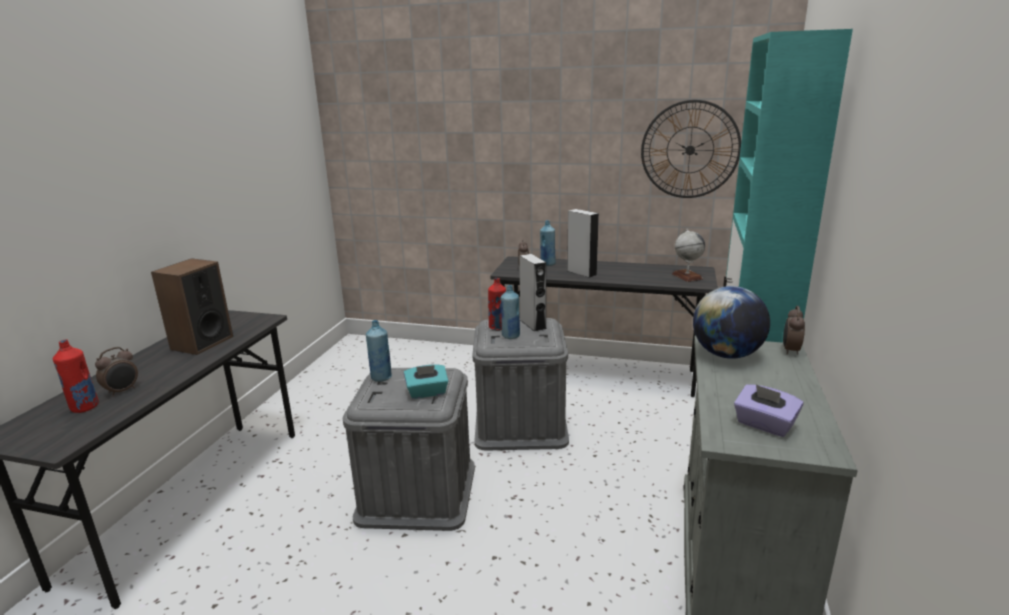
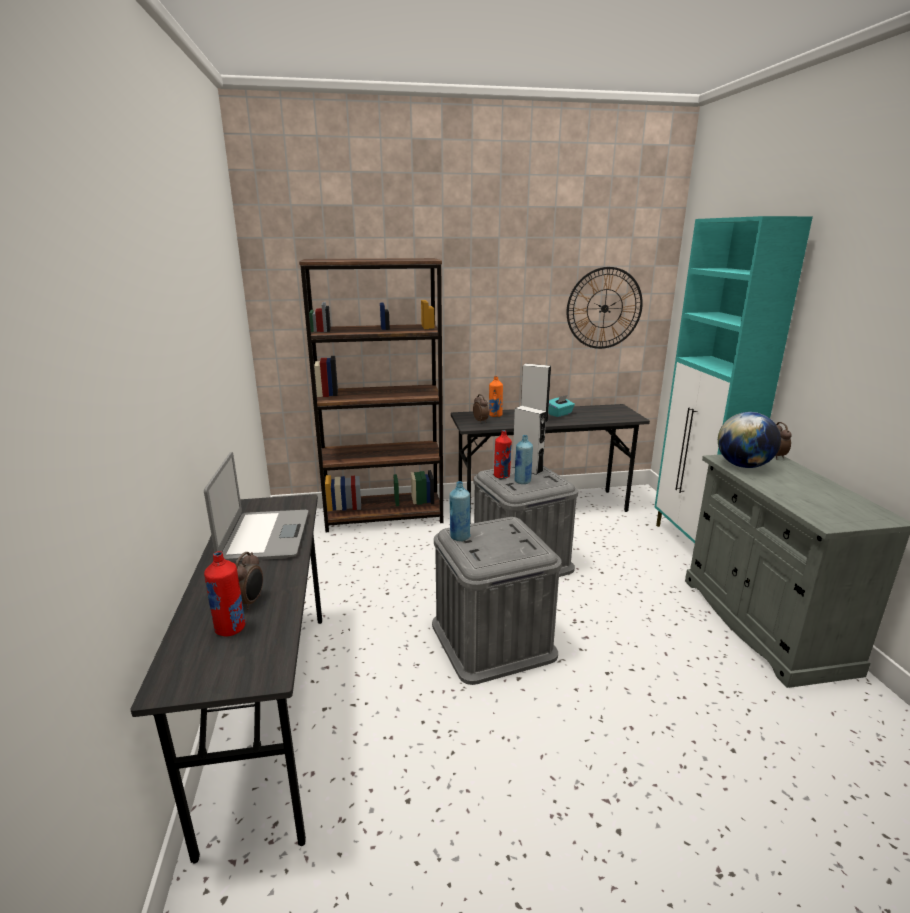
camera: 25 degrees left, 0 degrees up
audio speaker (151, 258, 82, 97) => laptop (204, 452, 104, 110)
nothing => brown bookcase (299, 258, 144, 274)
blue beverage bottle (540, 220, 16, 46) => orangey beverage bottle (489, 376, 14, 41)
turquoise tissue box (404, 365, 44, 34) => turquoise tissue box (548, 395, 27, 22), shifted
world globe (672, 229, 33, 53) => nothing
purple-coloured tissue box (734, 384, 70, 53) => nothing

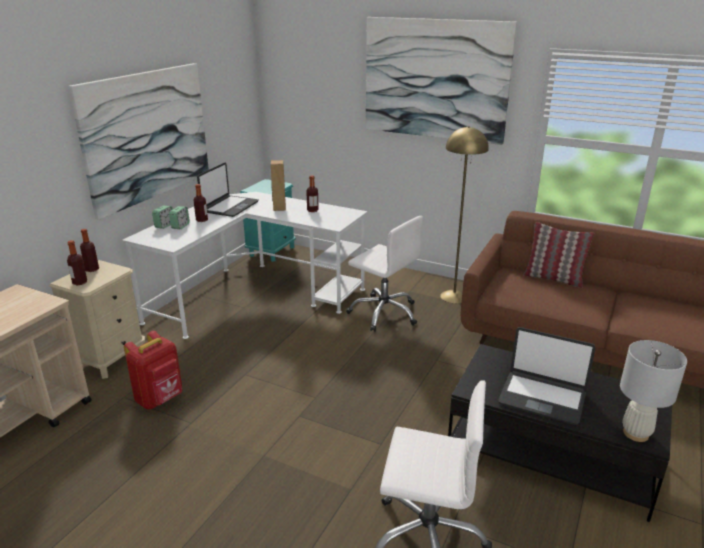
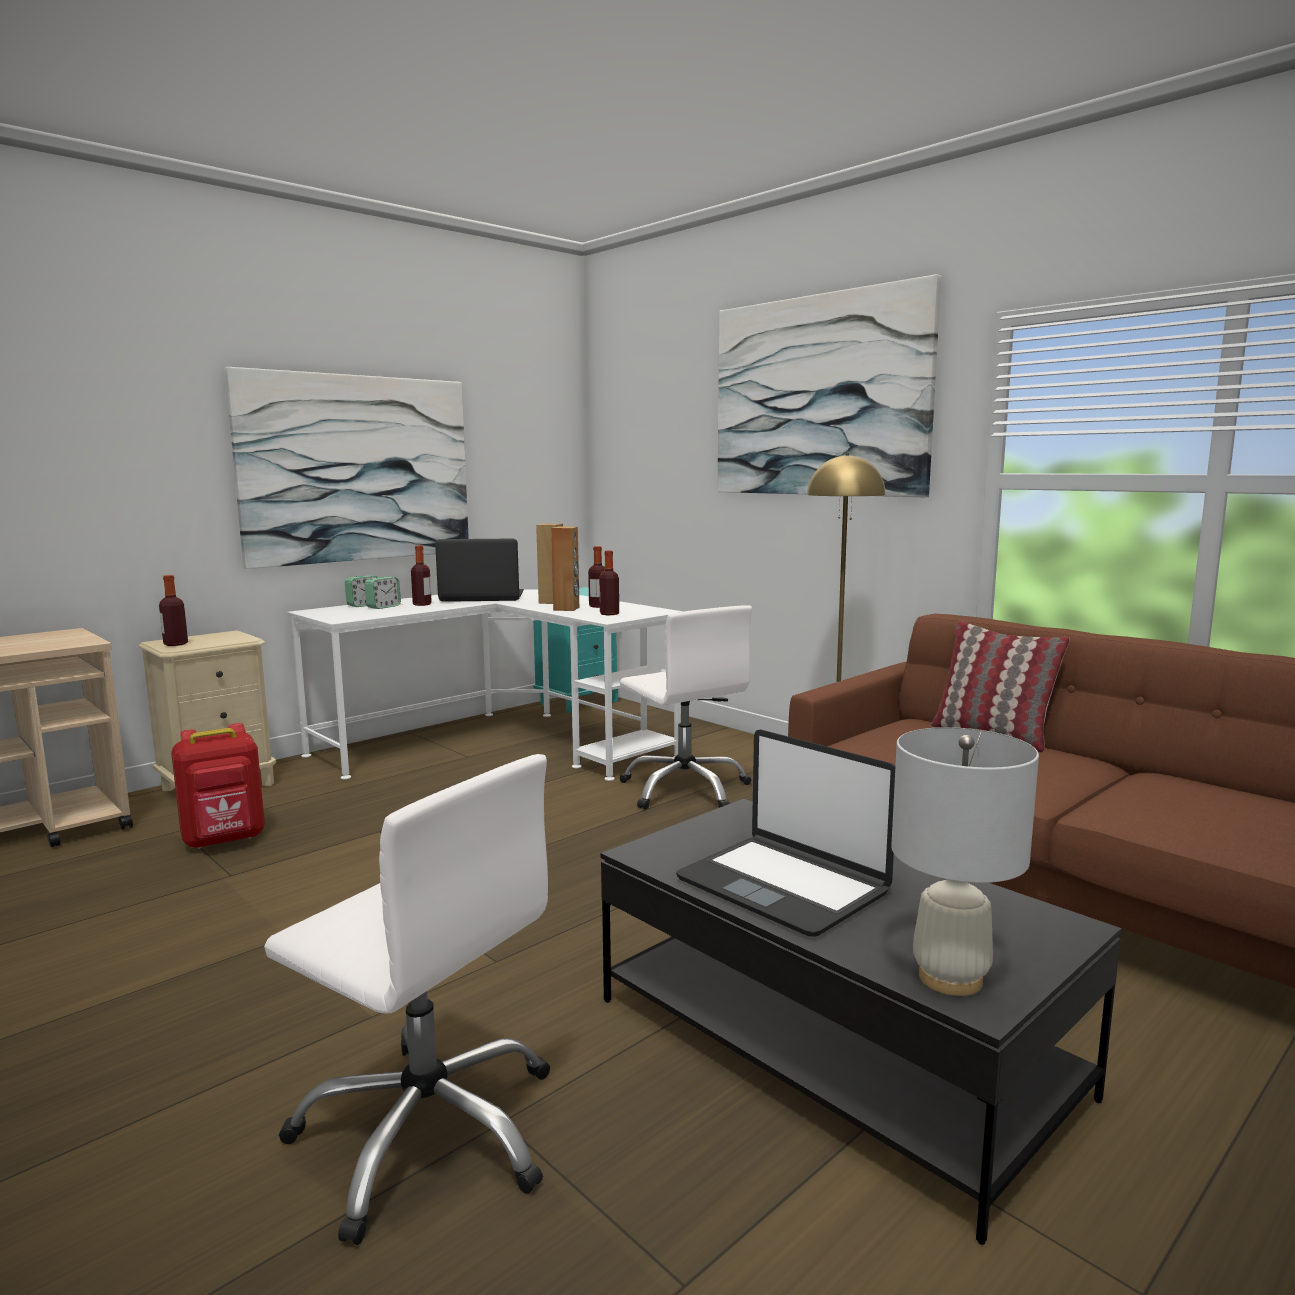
camera: 20 degrees right, 15 degrees down
laptop (197, 163, 62, 54) => laptop (435, 538, 89, 64), 135 degrees counterclockwise
nothing => brown audio speaker (551, 527, 28, 84)
beverage bottle (80, 229, 19, 43) => beverage bottle (599, 551, 20, 64), shifted

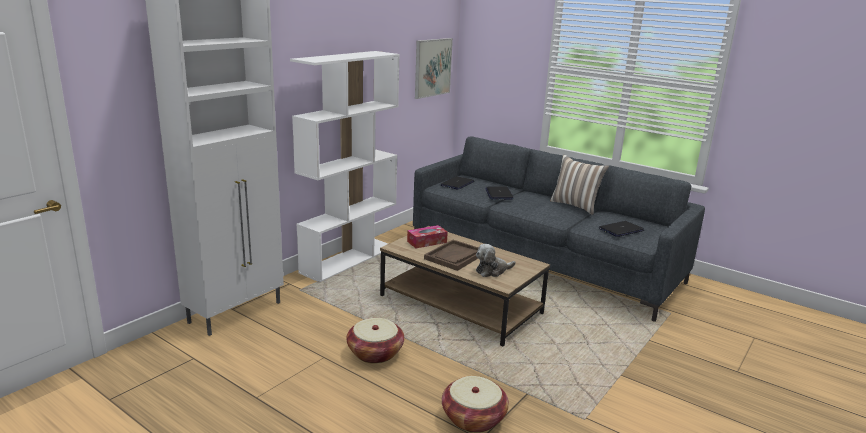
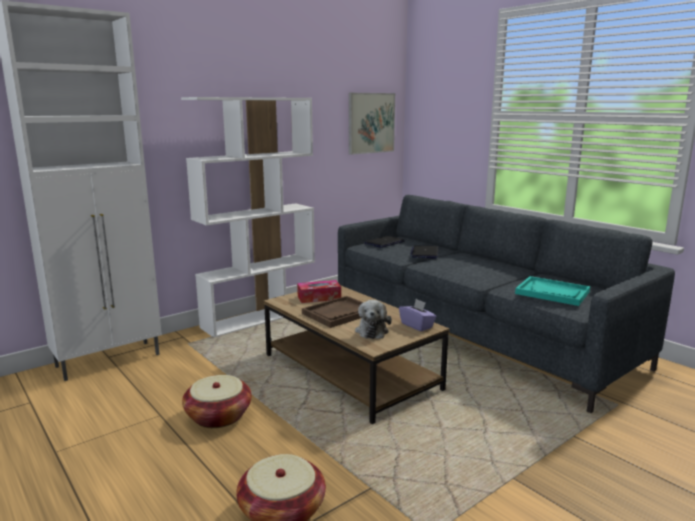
camera: 15 degrees right, 5 degrees down
soft toy (476, 244, 40, 33) => soft toy (355, 300, 37, 39), 75 degrees counterclockwise
nothing => purple-coloured tissue box (399, 299, 38, 32)
laptop (599, 221, 45, 16) => turquoise carrying tray (515, 276, 75, 30)
pillow (550, 155, 59, 60) => nothing

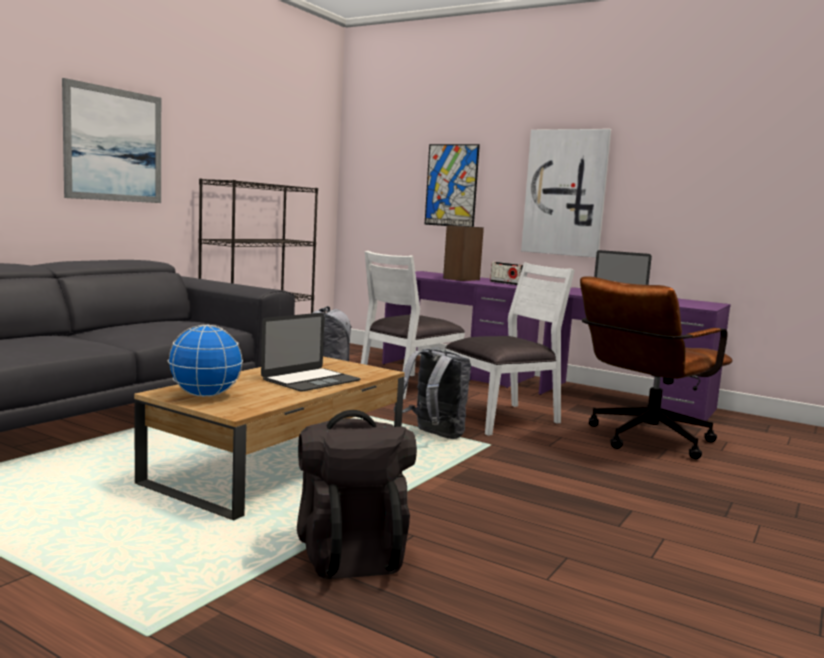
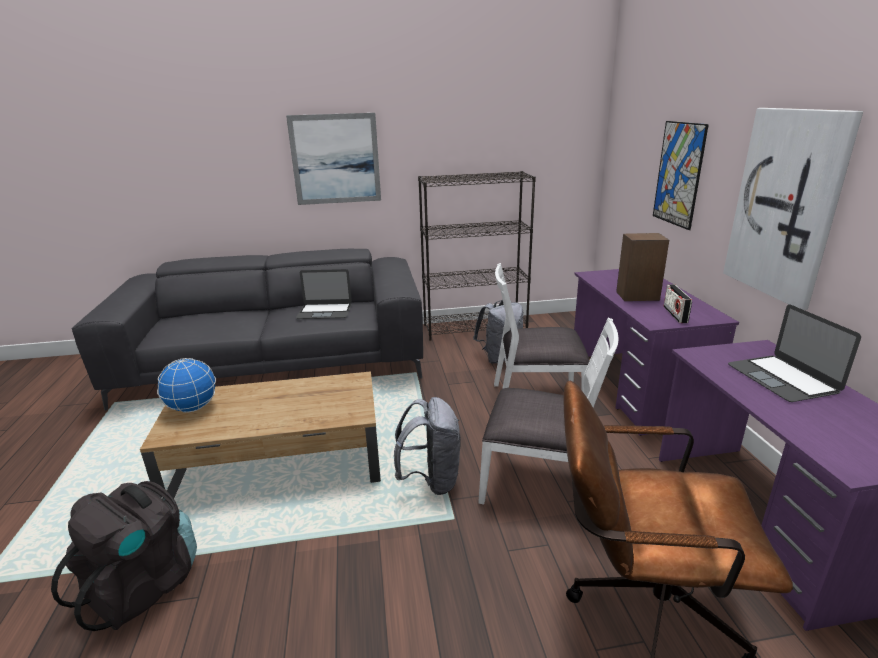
camera: 50 degrees right, 15 degrees up
laptop (261, 313, 100, 78) => laptop (296, 269, 56, 50), shifted

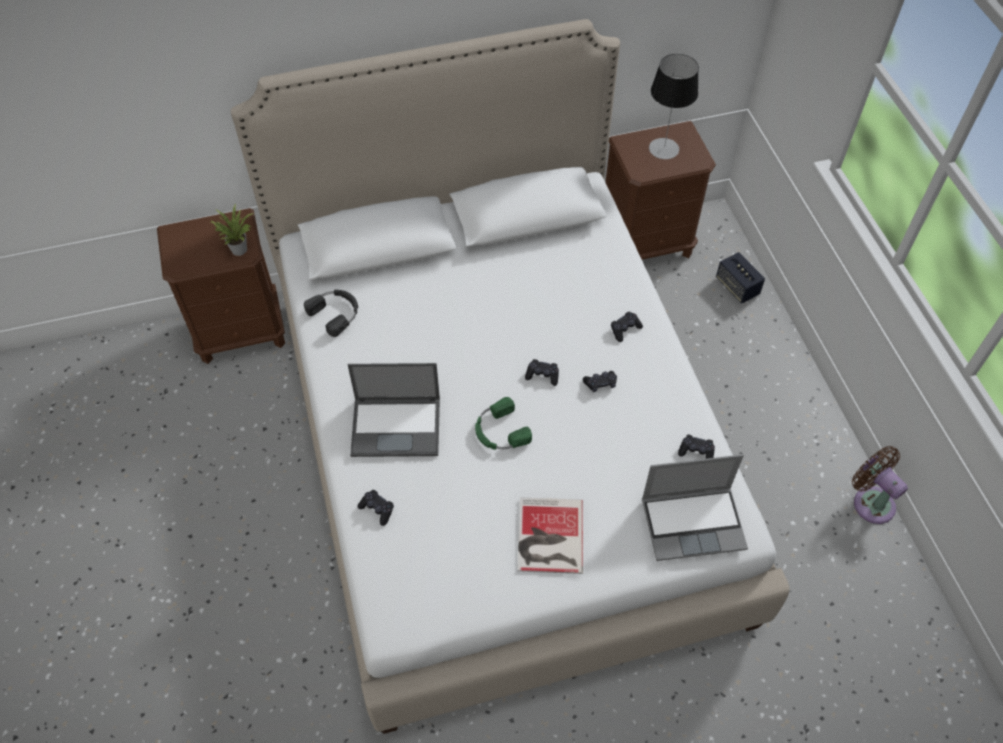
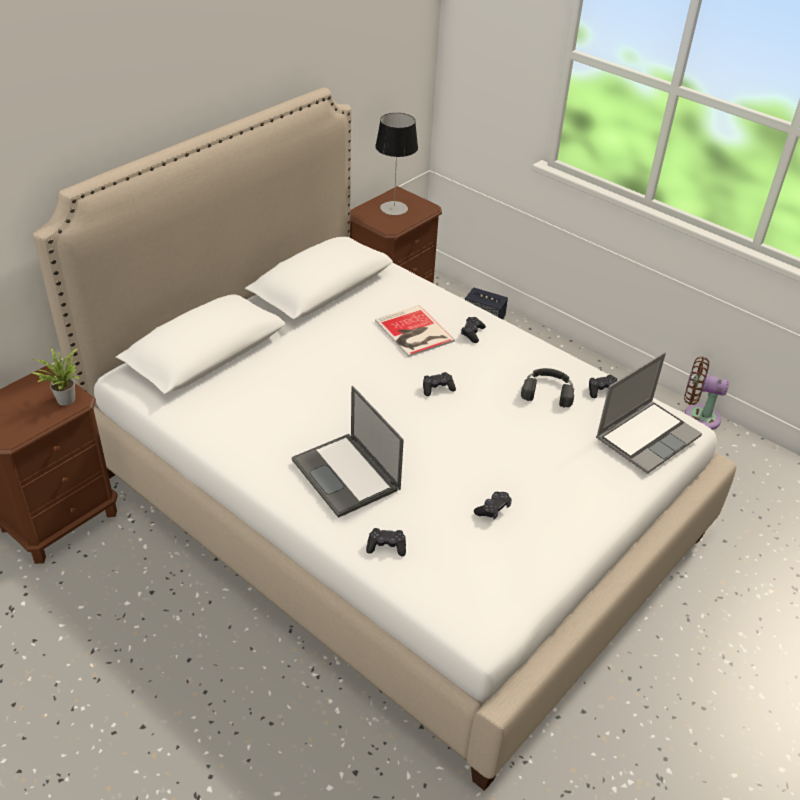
camera: 35 degrees left, 15 degrees down
laptop (348, 363, 92, 94) => laptop (292, 386, 112, 132), 90 degrees clockwise
volume (517, 497, 66, 77) => volume (375, 305, 80, 52), shifted
blackish gamepad (583, 371, 34, 21) => blackish gamepad (474, 492, 38, 27), shifted
blackish headphones (304, 290, 54, 47) => blackish headphones (521, 368, 53, 39), shifted
green-coloured headphones (475, 397, 57, 53) => nothing

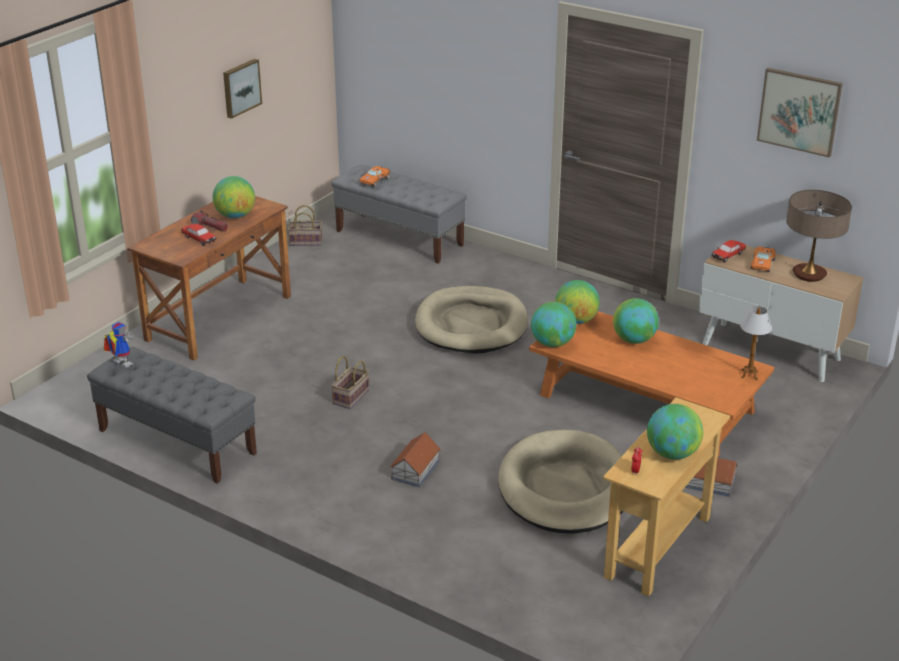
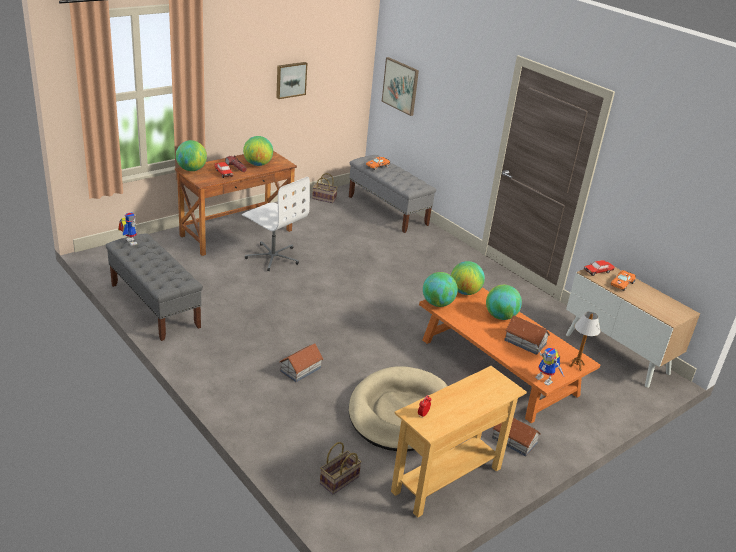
camera: 15 degrees right, 0 degrees up
world globe (647, 404, 56, 56) => world globe (176, 140, 31, 31), shifted
nothing => white office chair (242, 177, 68, 94)
household basket (331, 356, 38, 53) => household basket (320, 442, 42, 52), shifted
wall art (757, 68, 86, 89) => wall art (382, 57, 37, 59), shifted
nothing => model house (504, 316, 46, 39)
nothing => toy robot (535, 345, 29, 41)
beige-coloured dog cushion (415, 286, 113, 68) => nothing
table lamp (786, 190, 66, 92) => nothing

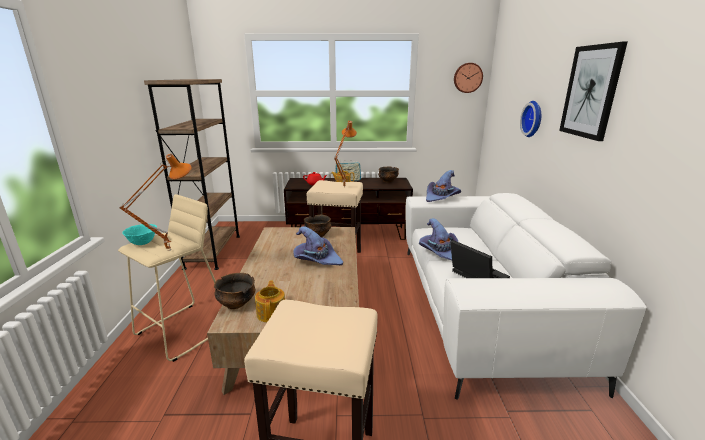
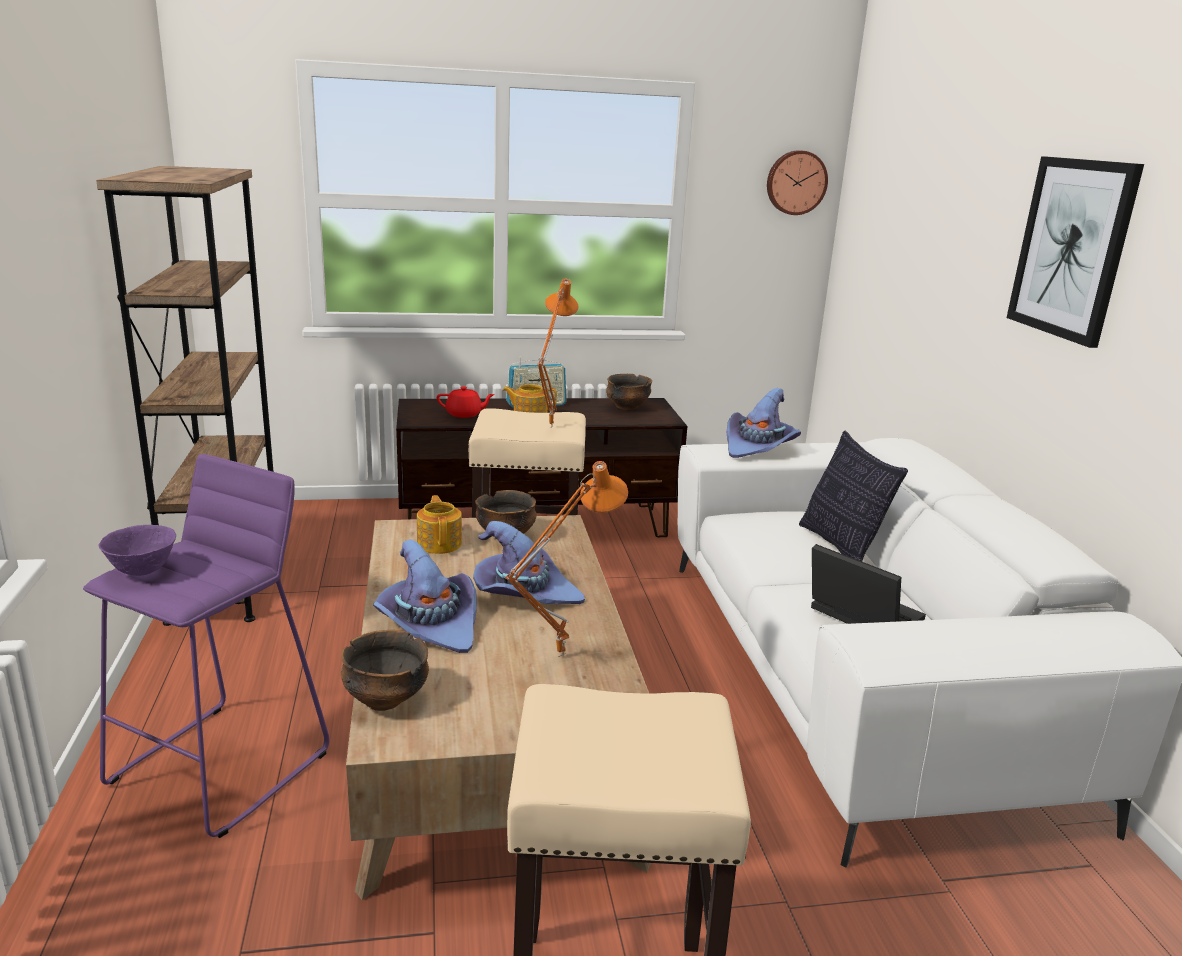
camera: 10 degrees left, 0 degrees up
beige-coloured sitting stool (118, 194, 98, 168) => purple-coloured sitting stool (83, 454, 246, 384)
turquoise deep dish (122, 224, 35, 21) => purple-coloured deep dish (99, 525, 77, 51)
purple-coloured clothing hat (419, 218, 39, 43) => purple-coloured clothing hat (373, 539, 104, 114), shifted
teapot (255, 280, 30, 43) => teapot (417, 495, 45, 59), shifted
orangey table lamp (119, 154, 73, 97) => orangey table lamp (505, 461, 123, 196), shifted
nothing => pillow (799, 431, 109, 130)
wall clock (520, 101, 21, 36) => nothing

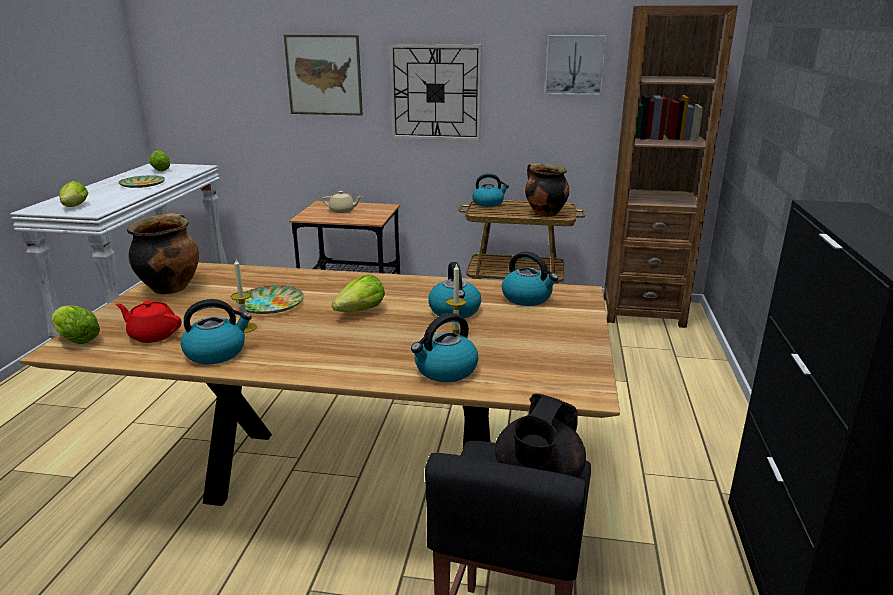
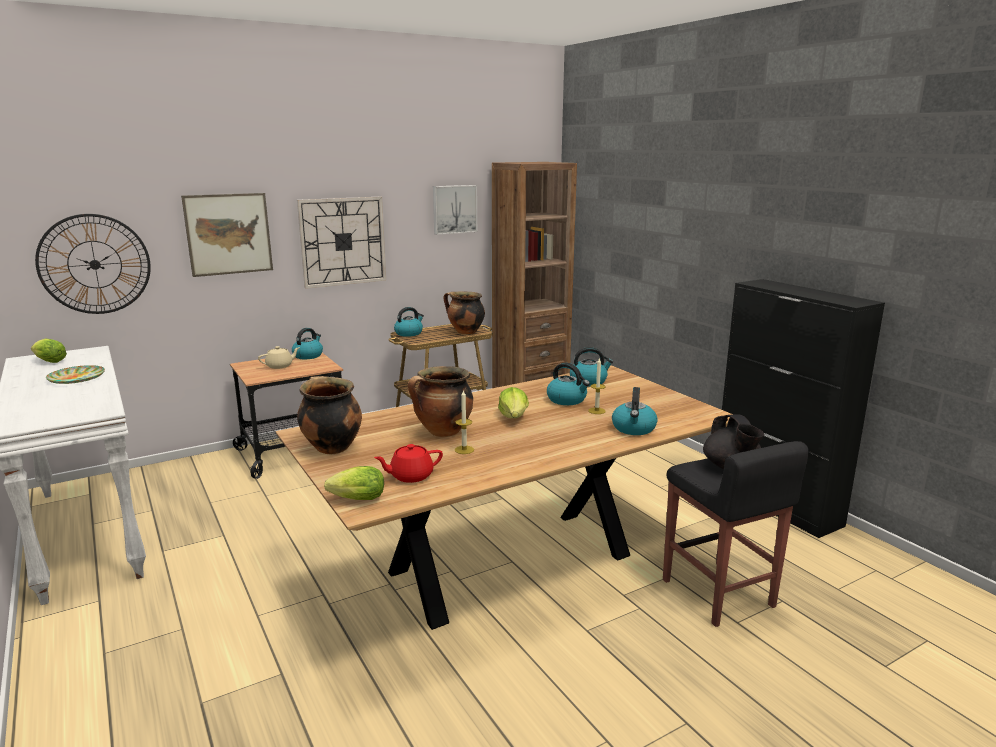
camera: 40 degrees left, 5 degrees down
nothing => wall clock (35, 214, 116, 100)
tea kettle (181, 299, 71, 65) => tea kettle (292, 328, 31, 31), shifted
plate (236, 285, 68, 29) => stockpot (408, 366, 65, 71)
lettuce head (60, 181, 28, 26) => nothing

